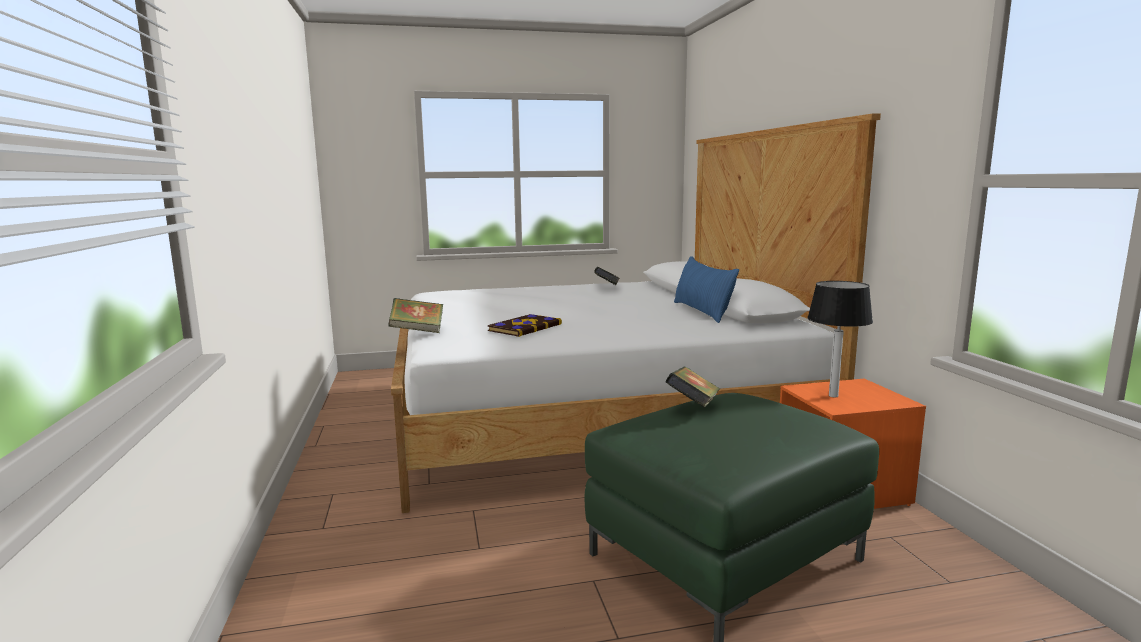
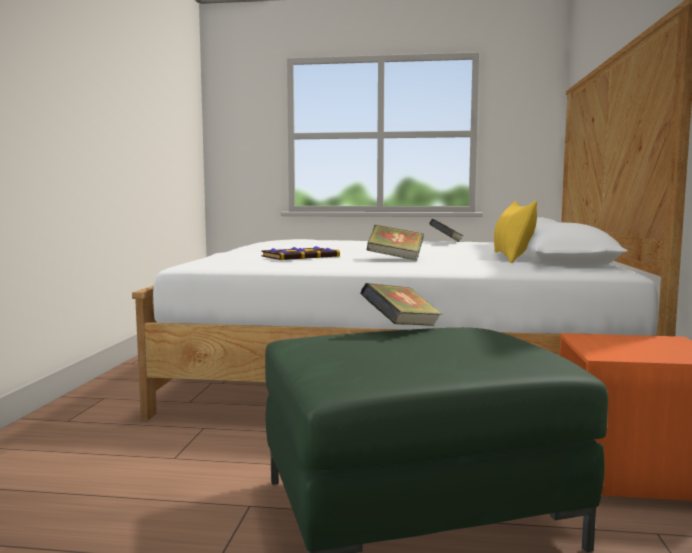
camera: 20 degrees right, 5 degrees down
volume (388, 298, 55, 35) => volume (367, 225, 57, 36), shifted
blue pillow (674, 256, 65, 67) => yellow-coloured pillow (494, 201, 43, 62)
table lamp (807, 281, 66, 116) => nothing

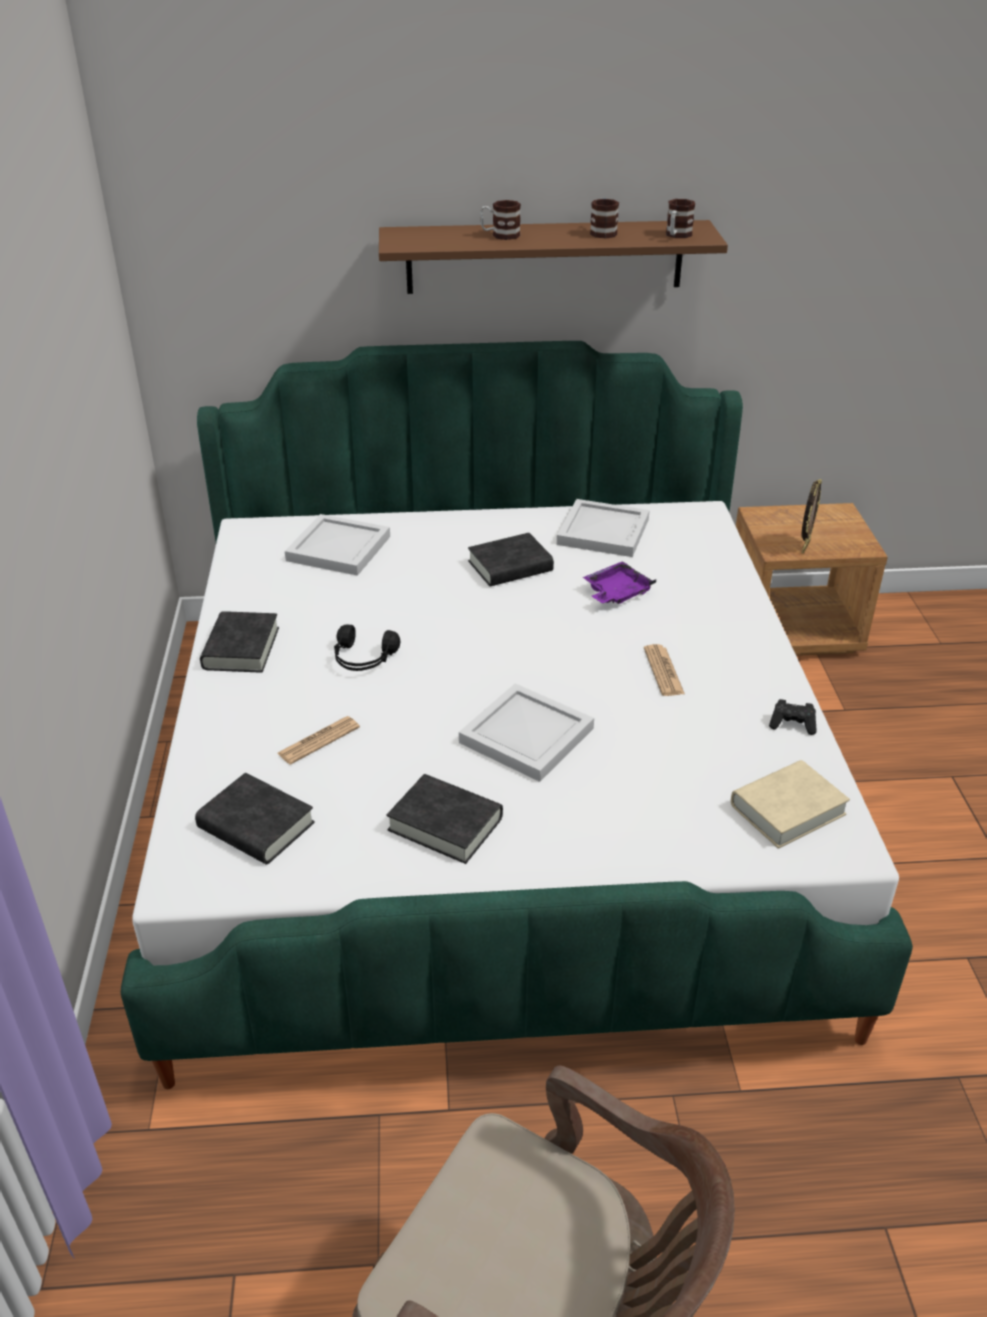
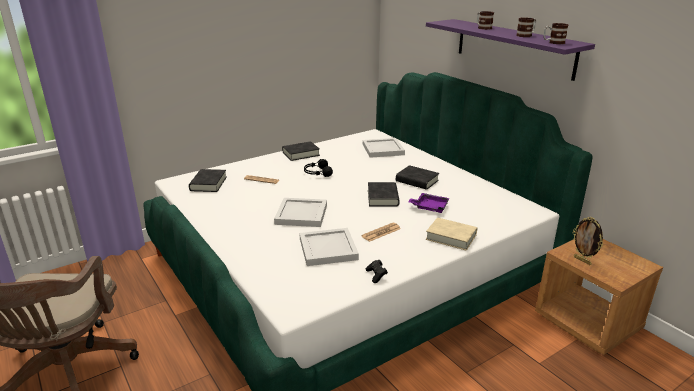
camera: 60 degrees right, 10 degrees down
white carrying tray (557, 499, 93, 58) => white carrying tray (300, 228, 59, 38), shifted
blackish volume (386, 774, 117, 90) => blackish volume (368, 182, 31, 25), shifted
brown bracket shelf (379, 220, 349, 74) => purple-coloured bracket shelf (426, 19, 169, 62)
beige-coloured volume (731, 760, 119, 89) => beige-coloured volume (426, 218, 51, 33), shifted
photo frame (802, 479, 20, 75) => photo frame (573, 217, 30, 48), 60 degrees clockwise

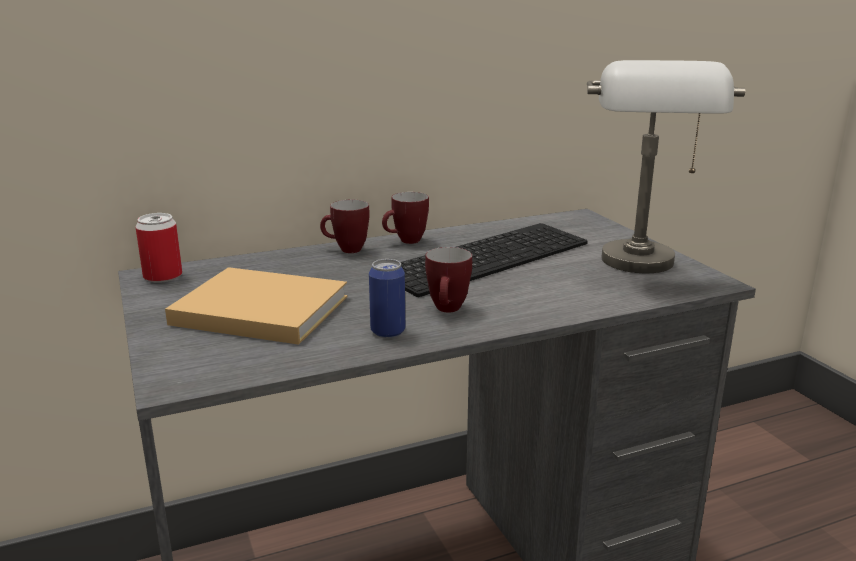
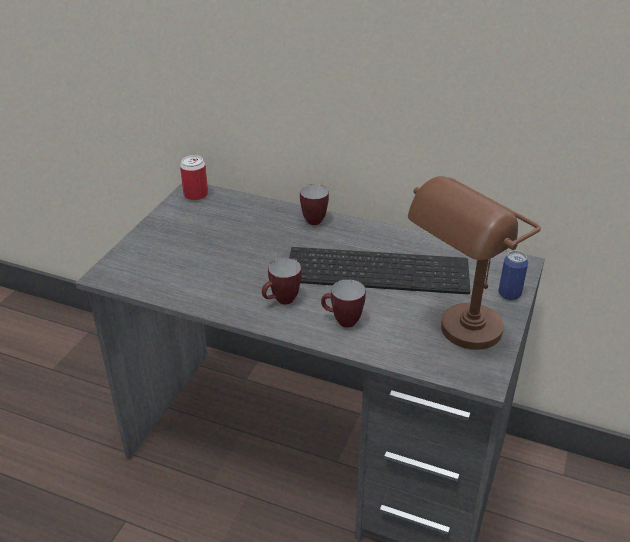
camera: 45 degrees right, 15 degrees up
coffee mug (382, 192, 47, 52) => coffee mug (321, 279, 45, 49), shifted
grey table lamp (587, 60, 158, 213) => brown table lamp (408, 176, 133, 174)
sealed can (369, 259, 36, 79) => sealed can (498, 251, 30, 49), shifted
beige-coloured volume (165, 267, 183, 78) => nothing

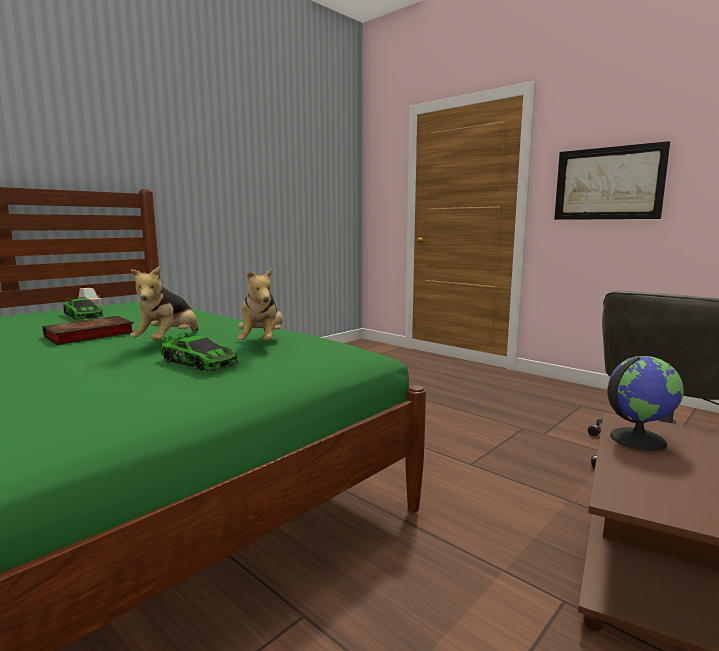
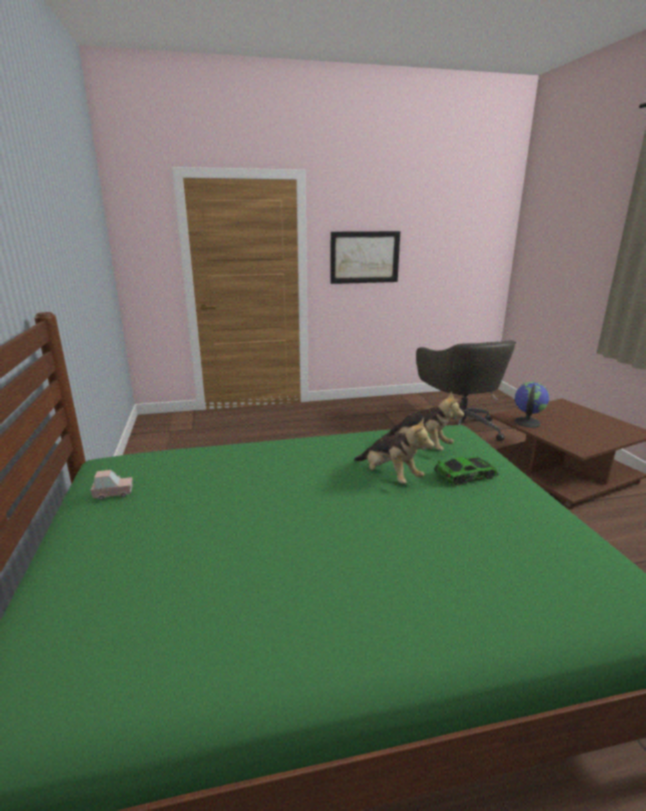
camera: 55 degrees left, 10 degrees up
volume (43, 316, 91, 29) => nothing
model car (63, 297, 41, 22) => nothing

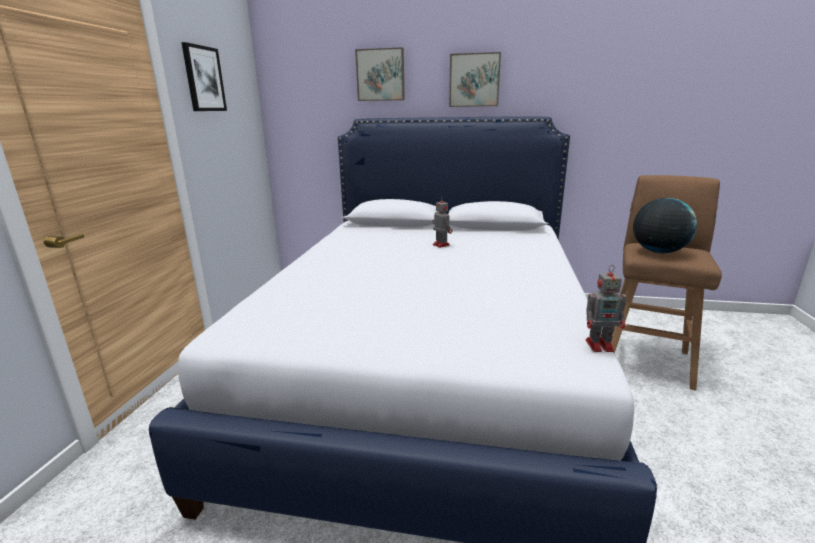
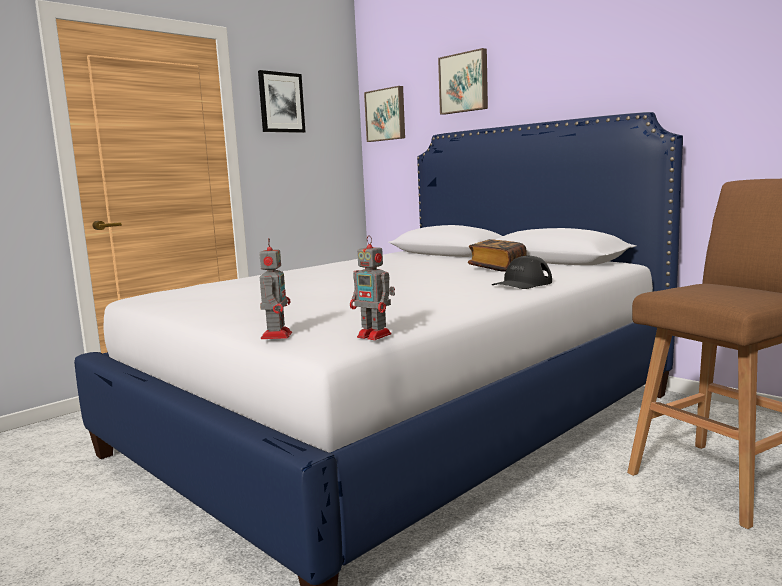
camera: 35 degrees right, 10 degrees down
toy robot (432, 199, 20, 49) => toy robot (259, 238, 33, 101), shifted
wall art (449, 52, 52, 55) => wall art (364, 86, 41, 56), shifted
nothing => volume (468, 239, 58, 33)
nothing => blackish baseball cap (492, 255, 60, 34)
world globe (633, 198, 64, 55) => nothing

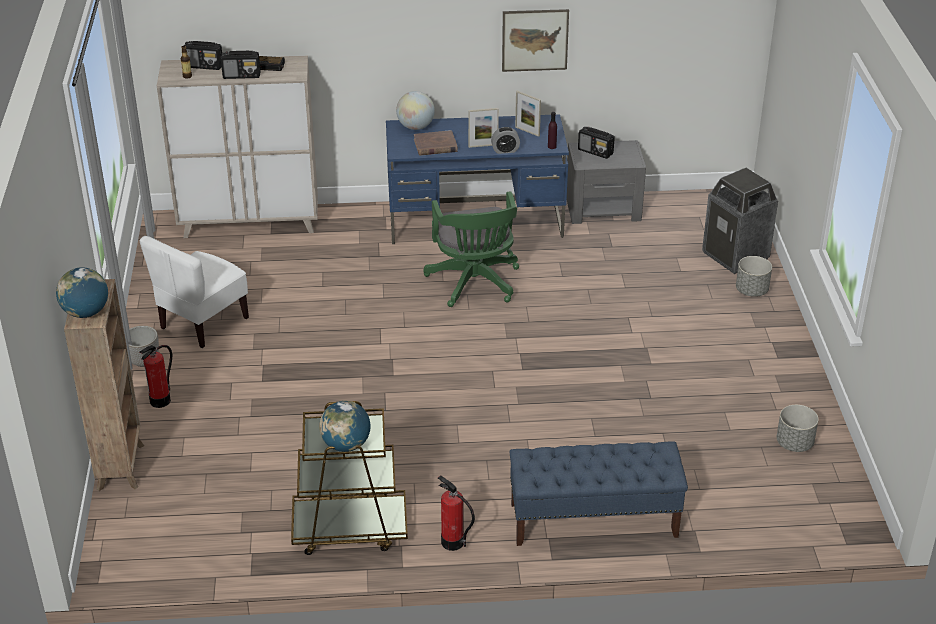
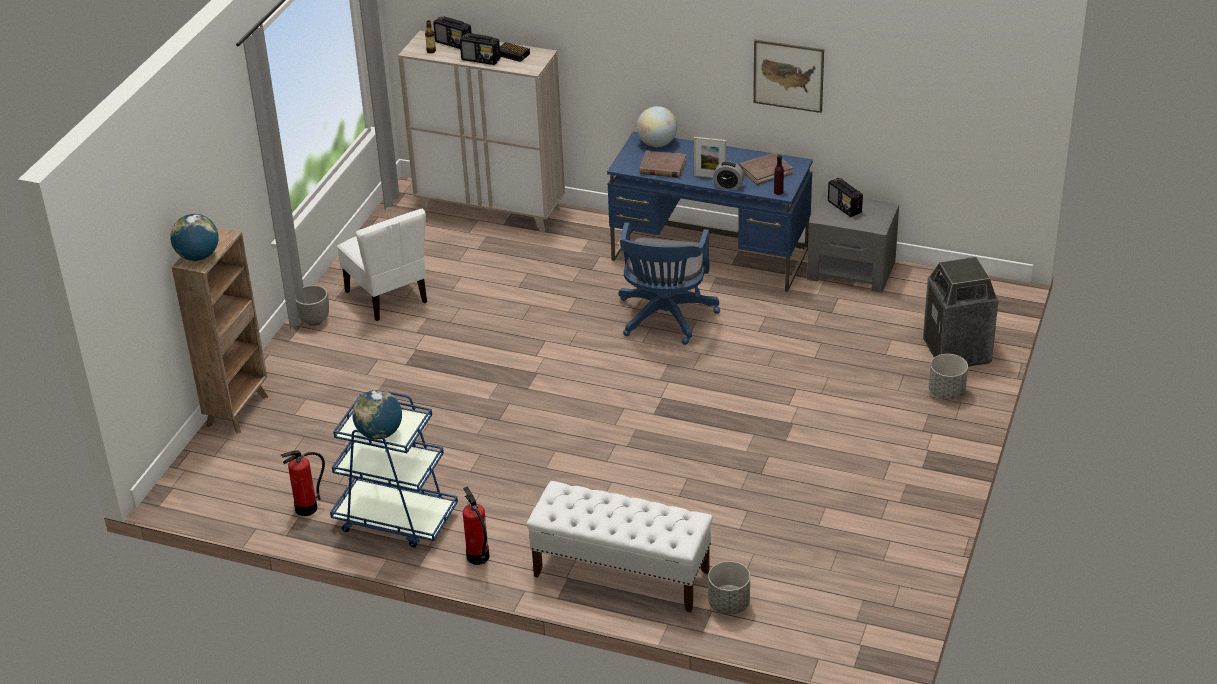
camera: 25 degrees right, 0 degrees up
extinguisher (139, 345, 33, 63) => extinguisher (281, 450, 44, 66), shifted
brown trolley (291, 401, 117, 154) => blue trolley (330, 391, 128, 156)
white chair (140, 236, 109, 112) => white chair (337, 209, 90, 112), 90 degrees counterclockwise
blue indoor bench (510, 441, 178, 105) => white indoor bench (526, 481, 187, 132)
green-coloured office chair (423, 191, 96, 116) => blue office chair (618, 222, 102, 123)
grey plant pot (776, 405, 43, 47) => grey plant pot (708, 561, 42, 53), shifted
photo frame (515, 91, 26, 46) => brown volume (739, 153, 53, 32)

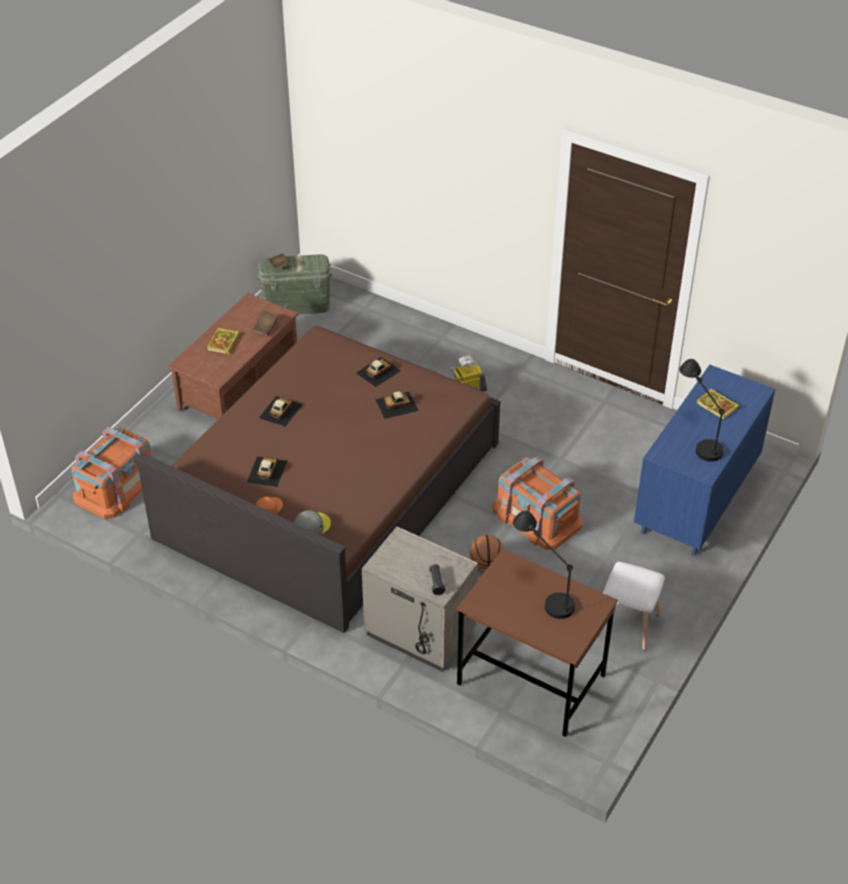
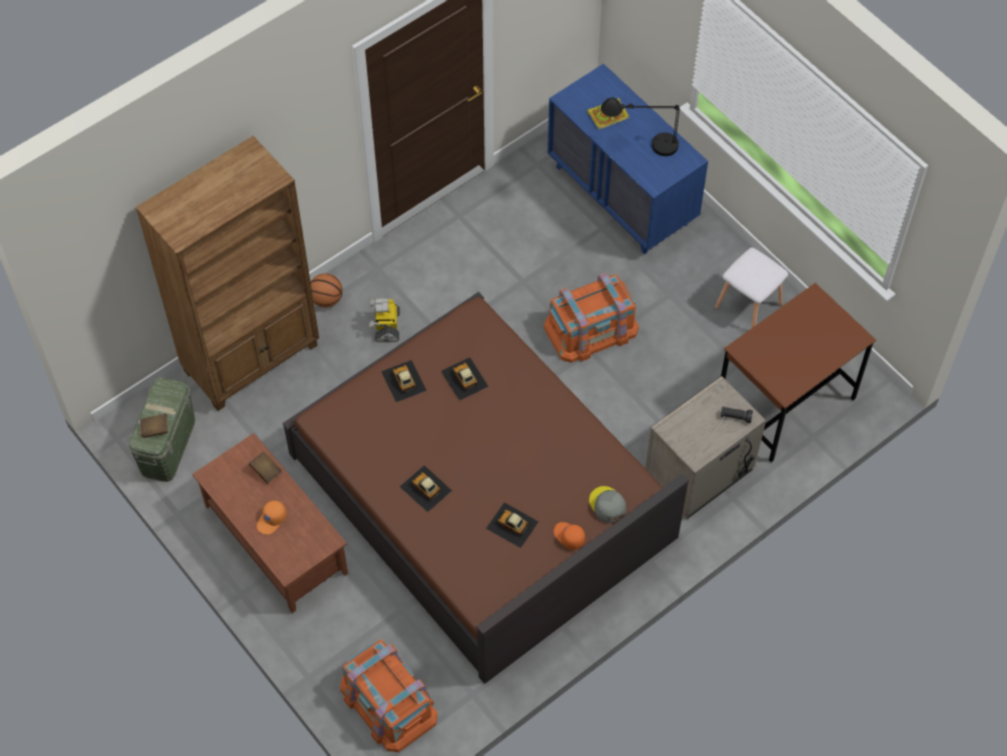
camera: 70 degrees left, 15 degrees up
nothing => brown bookcase (136, 136, 183, 275)
volume (207, 328, 33, 26) => orangey baseball cap (257, 501, 29, 34)
basketball ball (470, 535, 34, 35) => basketball ball (311, 273, 32, 35), shifted
model car (375, 391, 44, 28) => model car (441, 357, 48, 44), 150 degrees clockwise
blackish table lamp (513, 511, 62, 108) => nothing

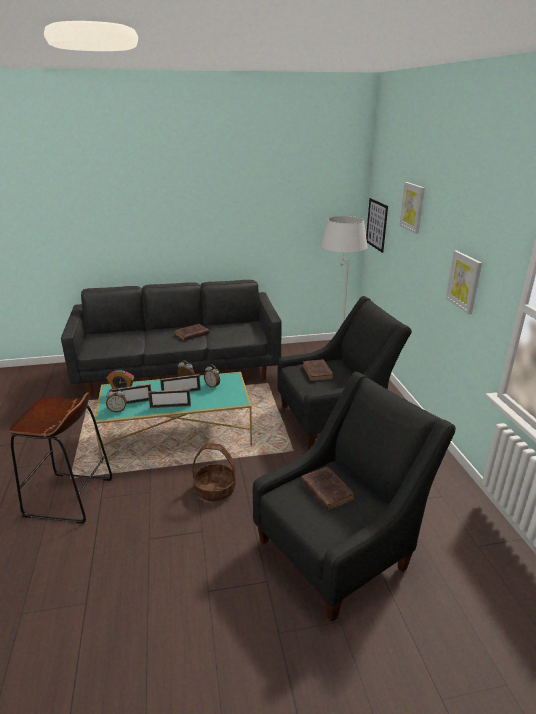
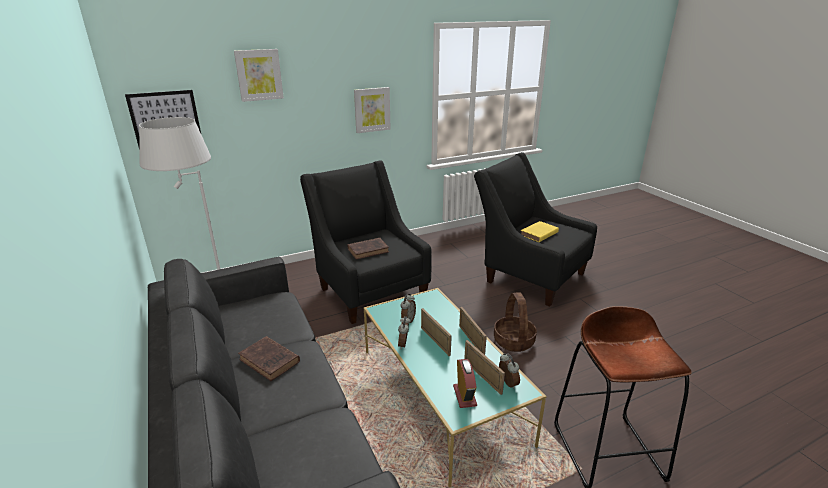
camera: 105 degrees left, 0 degrees up
brown volume (301, 466, 54, 45) => yellow-coloured volume (521, 221, 38, 21)

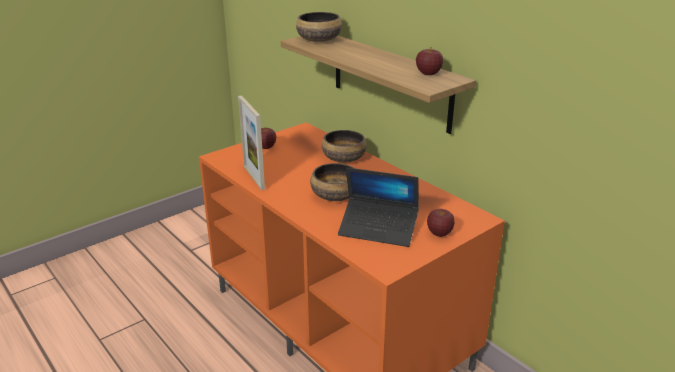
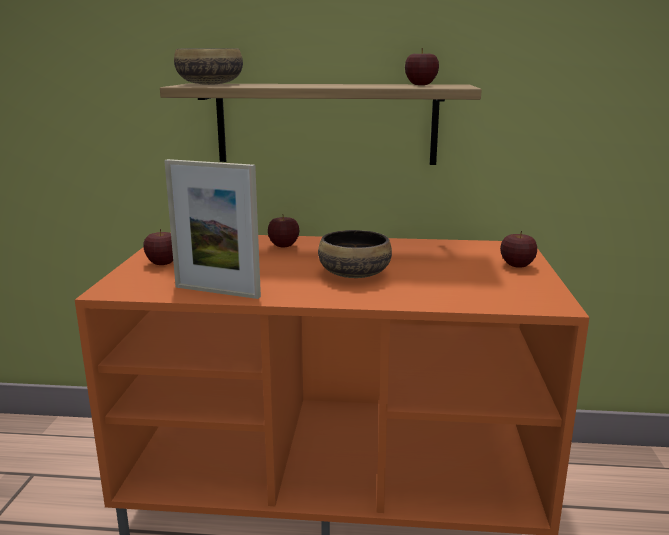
camera: 45 degrees left, 10 degrees down
deep dish (322, 130, 44, 33) => apple (268, 216, 31, 31)
laptop (338, 168, 81, 79) => nothing

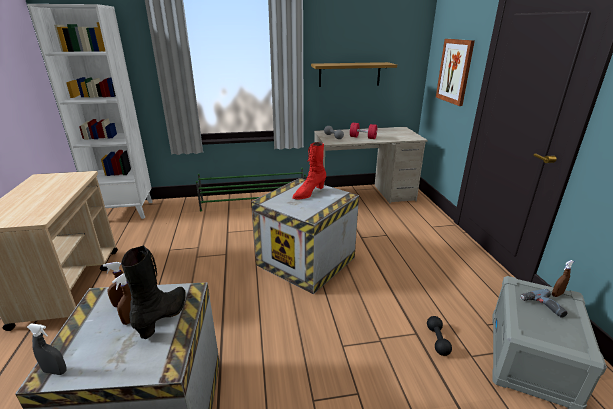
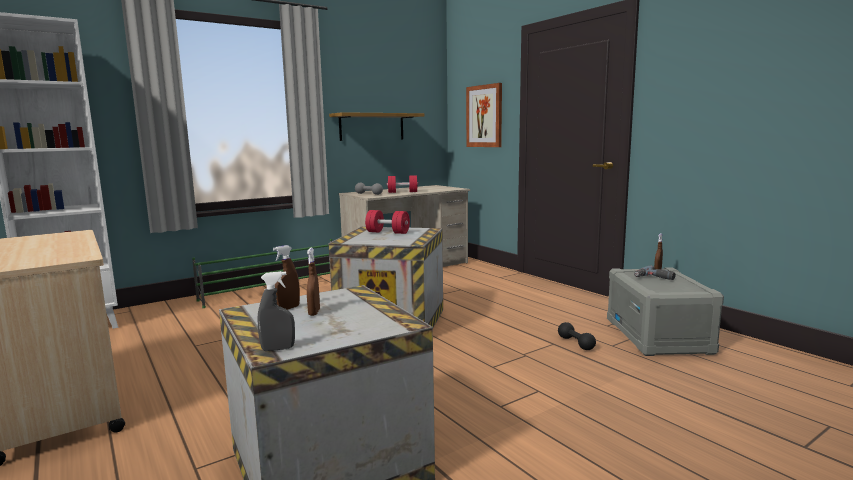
camera: 25 degrees left, 15 degrees down
red boot (292, 142, 34, 58) => red free weight (365, 210, 45, 24)
blackish boot (121, 245, 65, 94) => nothing

